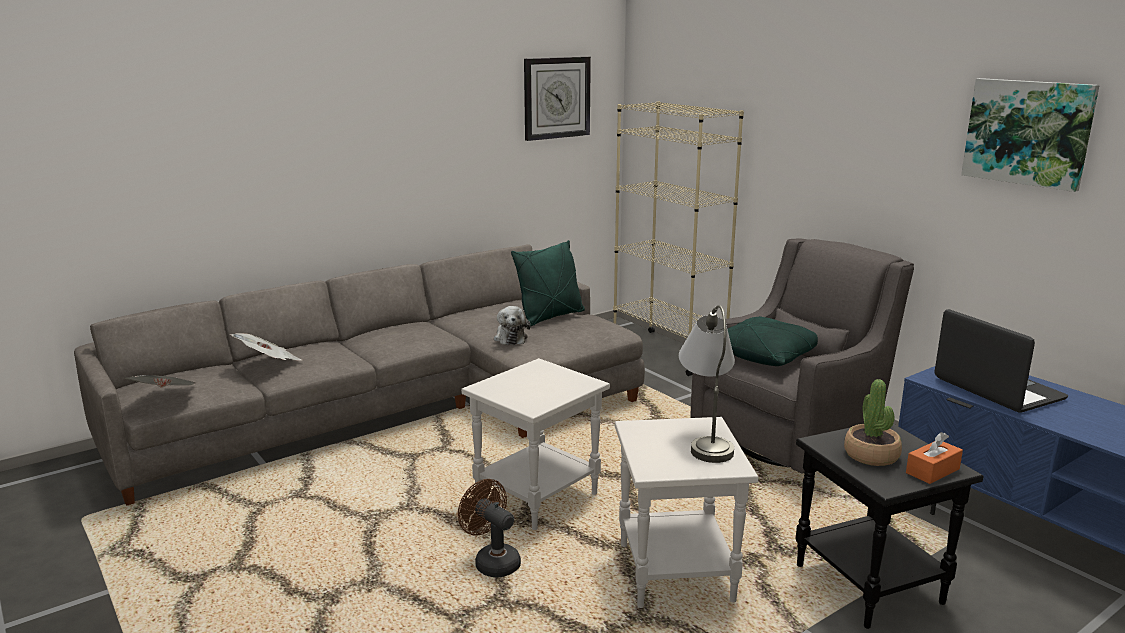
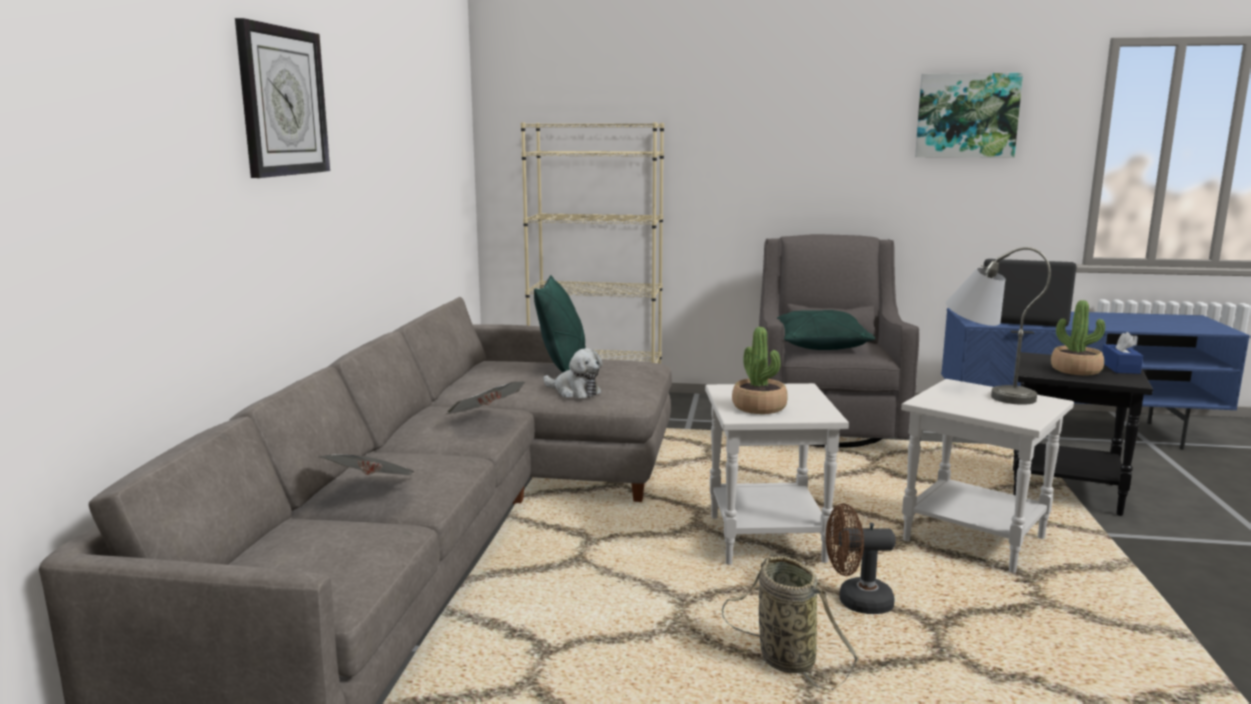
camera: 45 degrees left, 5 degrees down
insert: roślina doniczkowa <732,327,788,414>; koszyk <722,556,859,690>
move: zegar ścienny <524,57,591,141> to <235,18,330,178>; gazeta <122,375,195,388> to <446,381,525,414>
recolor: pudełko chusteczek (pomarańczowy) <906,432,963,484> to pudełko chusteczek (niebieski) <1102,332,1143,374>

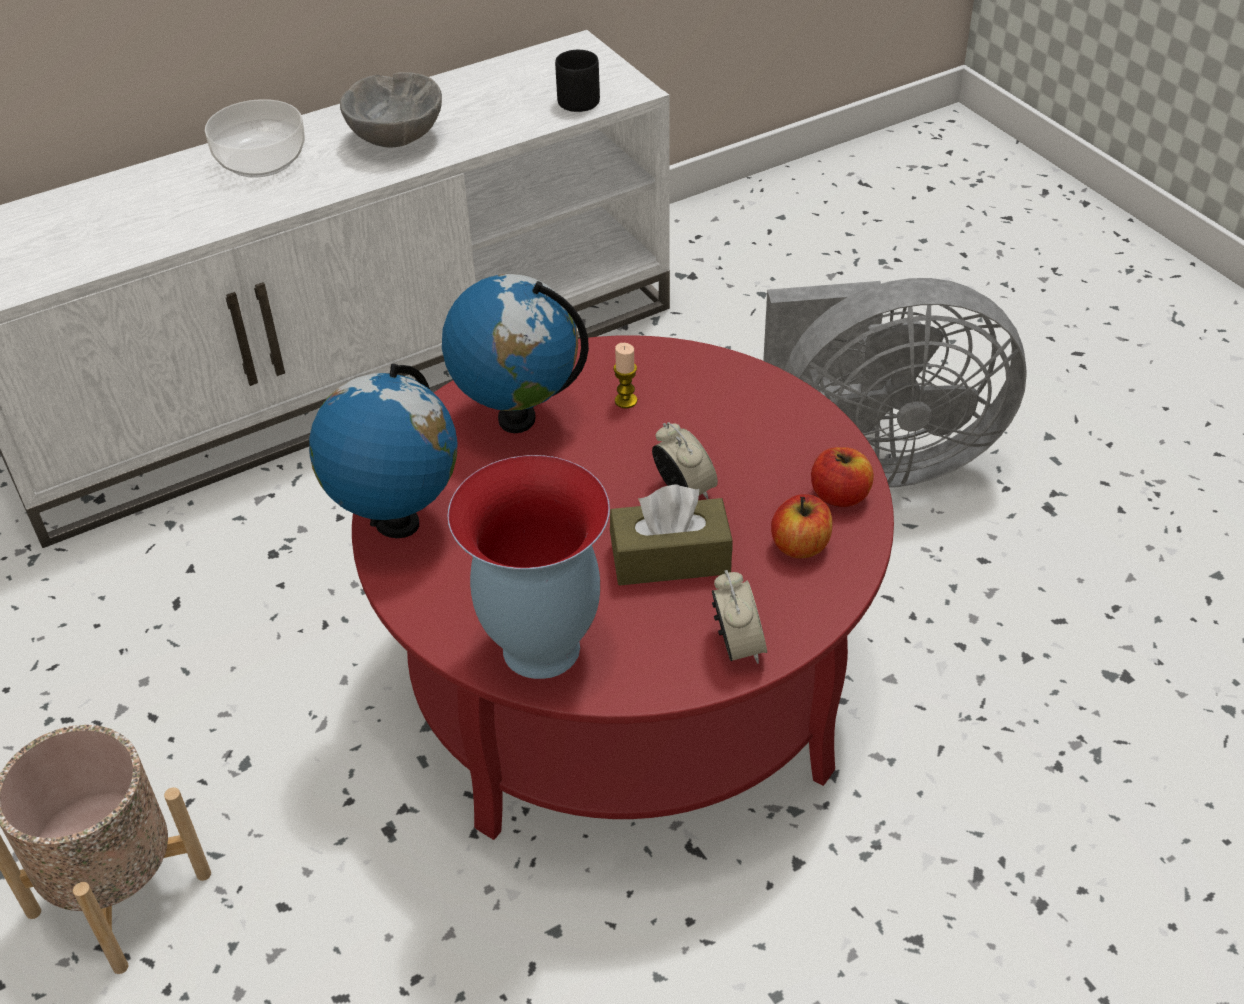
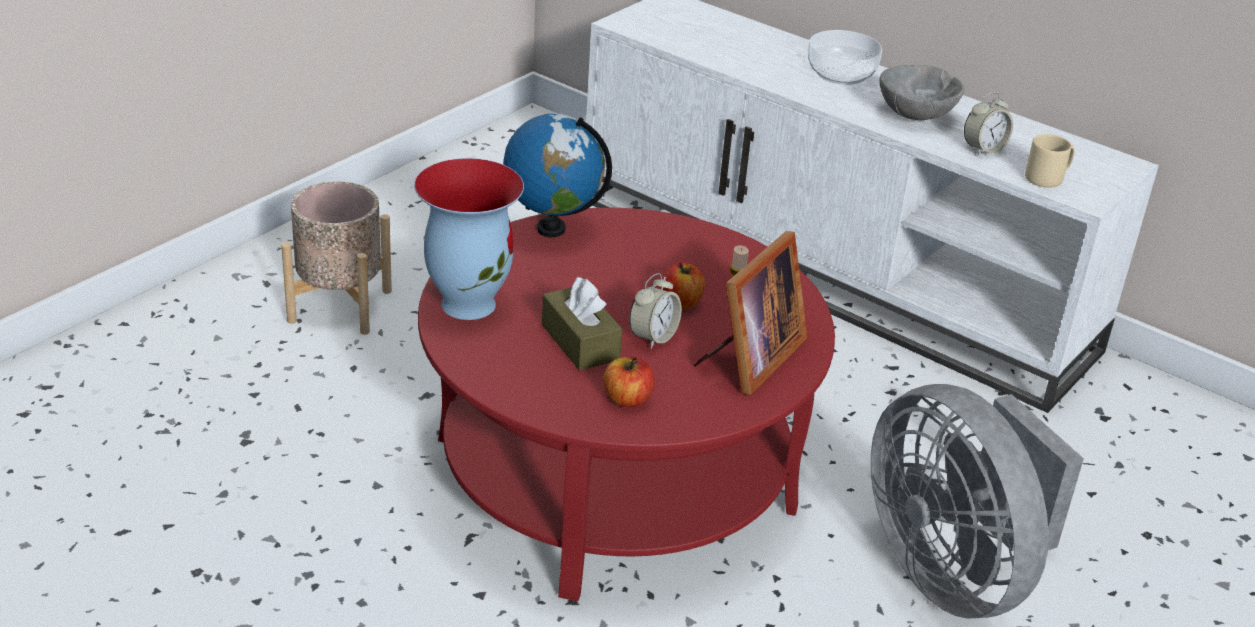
camera: 65 degrees right, 10 degrees down
delete: globus <442,274,589,433>
insert: ramka na zdjęcie <693,231,807,395>
move: jabłko <811,447,874,507> to <661,262,705,309>; budzik <712,570,767,664> to <964,92,1013,156>
recolor: kubek (czarny) <555,50,600,112> to kubek (beżowy) <1025,134,1075,188>

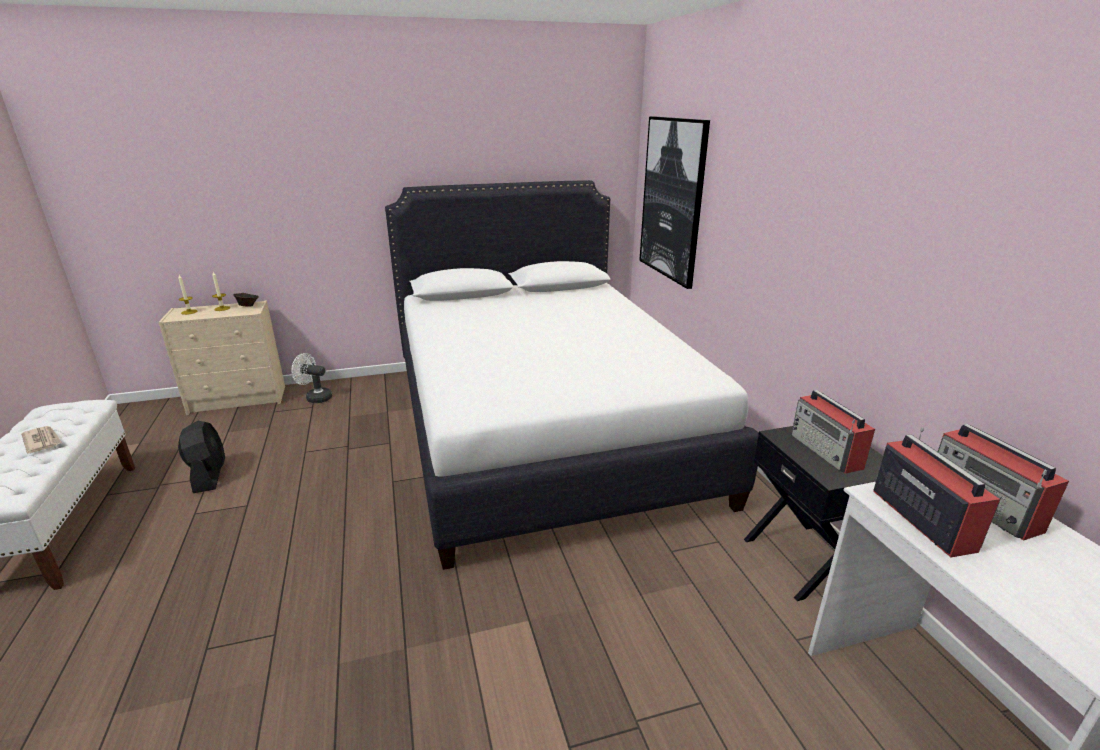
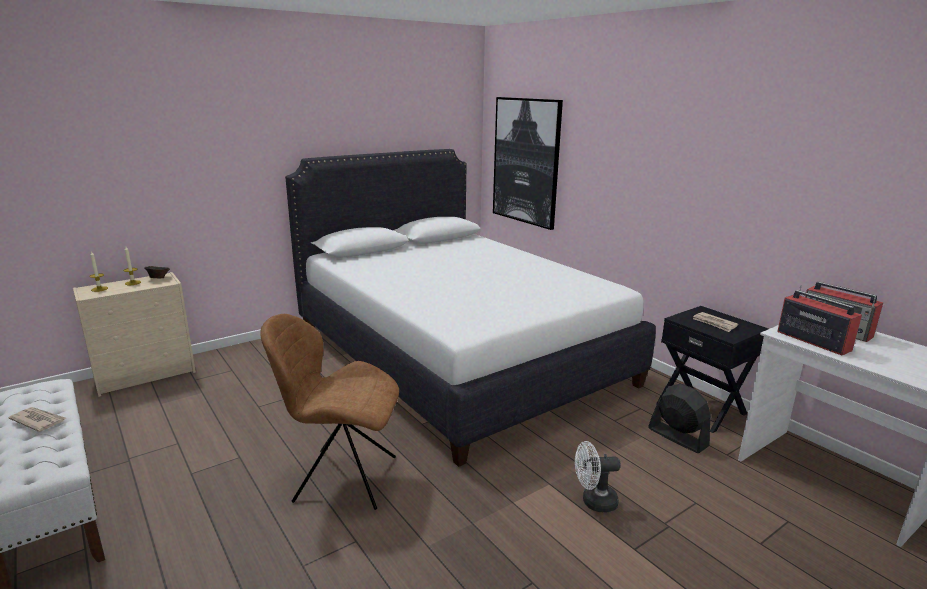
camera: 20 degrees left, 5 degrees down
insert: krzesło (brązowy) <260,314,399,510>
move: wentylator (biały) <291,353,332,403> to <575,441,621,513>; wentylator (czarny) <178,421,225,493> to <648,384,711,453>
replace: radio <791,390,875,474> to gazeta <693,312,738,332>

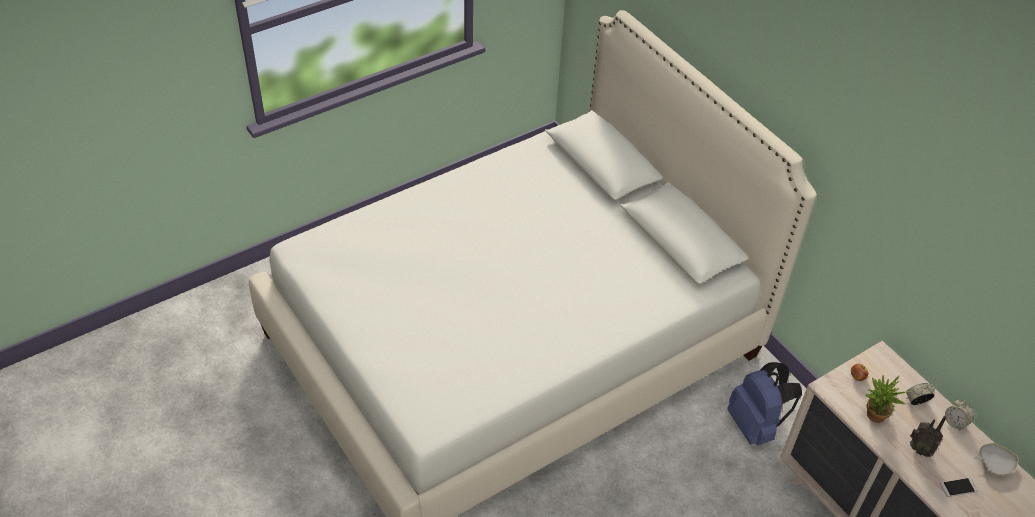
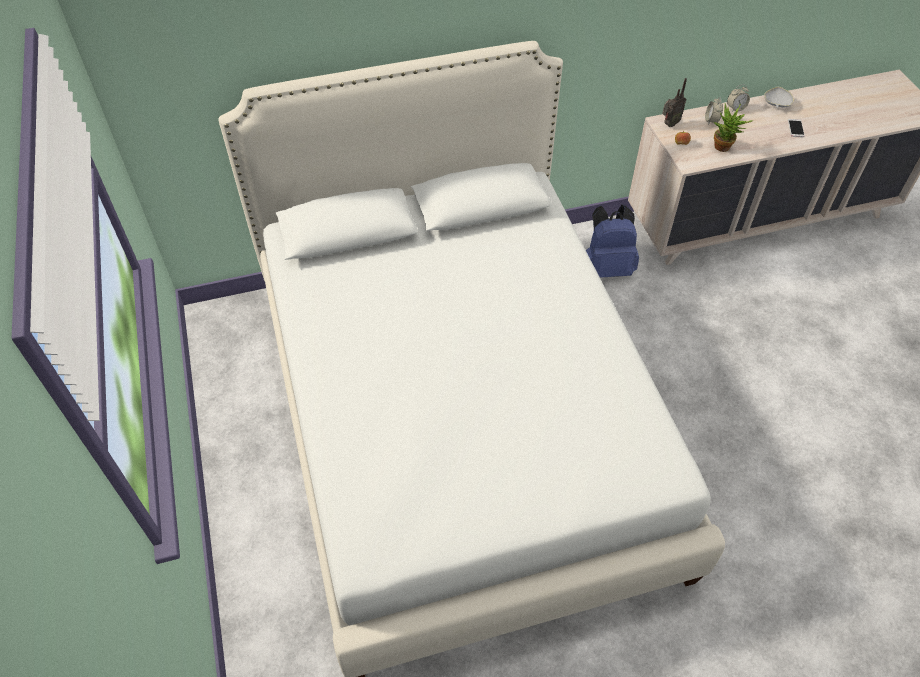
camera: 70 degrees left, 5 degrees up
move: radio <910,416,947,457> to <662,78,687,127>

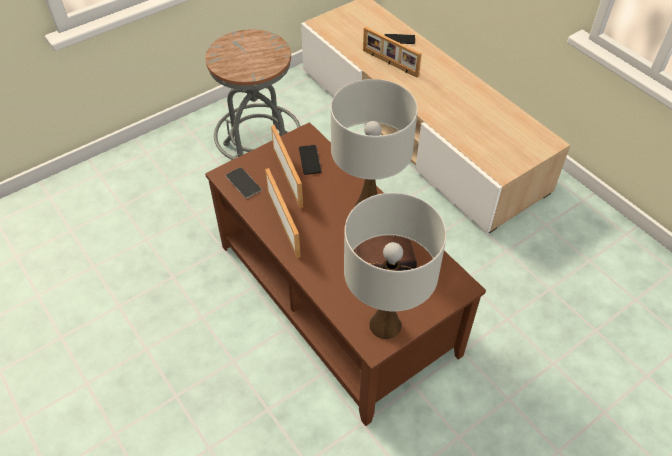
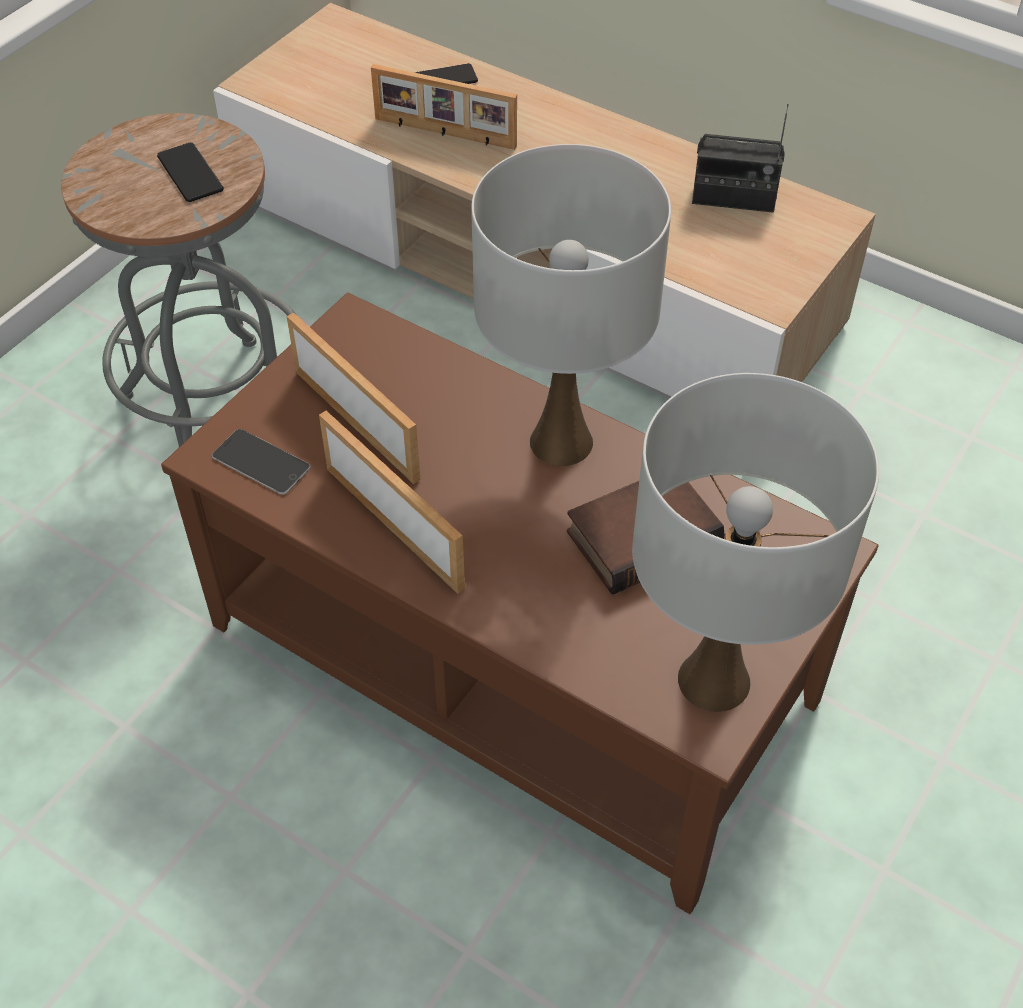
camera: 20 degrees left, 0 degrees up
insert: radio <692,104,789,213>
move: telefon <299,145,322,175> to <157,142,224,202>

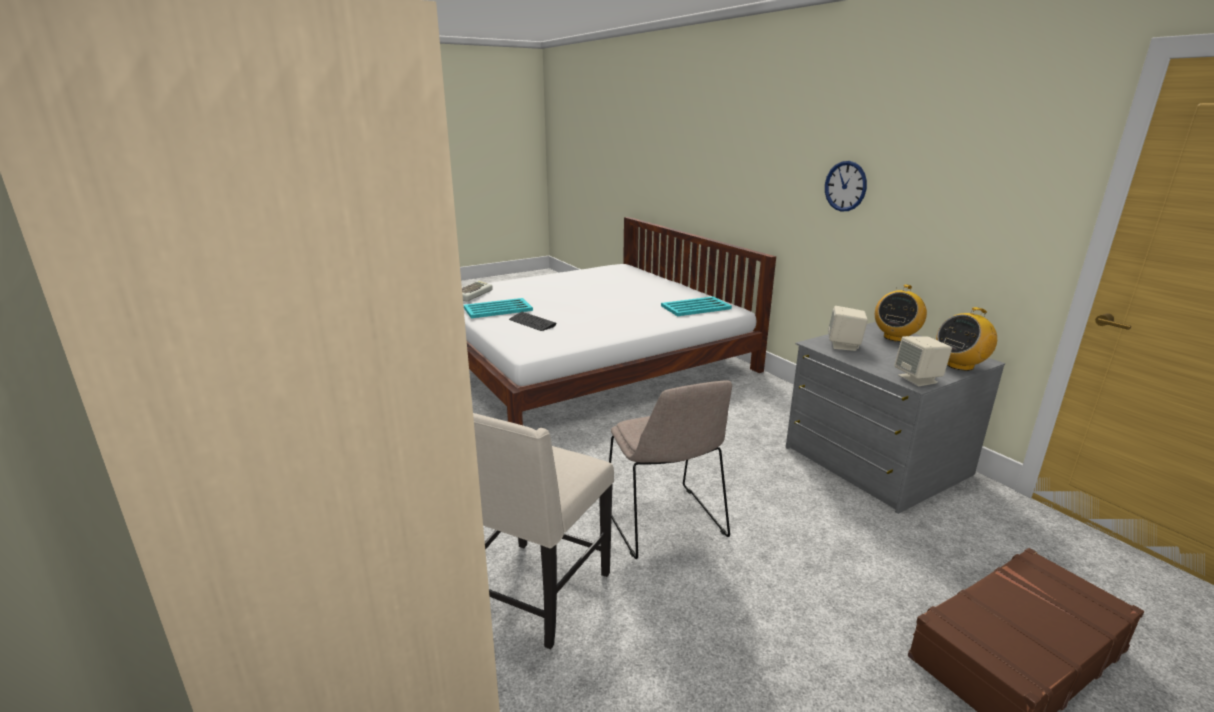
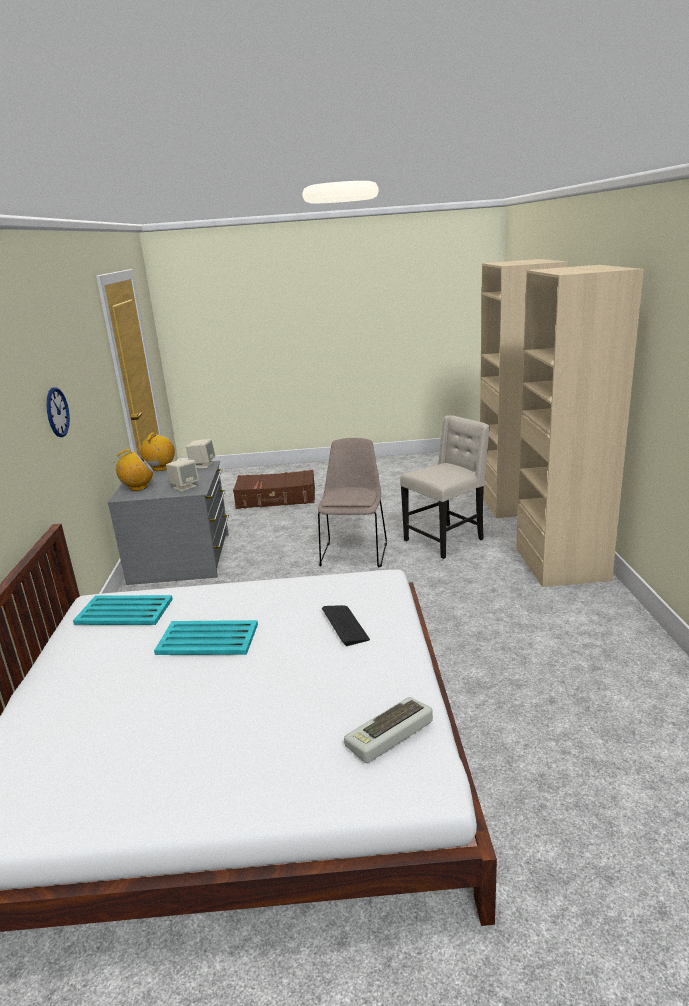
camera: 150 degrees left, 0 degrees up
move: taca (turkusowy) <464,298,533,318> to <154,620,258,655>
rotate: radio <936,307,997,371> = <140,432,175,471> 75 degrees counterclockwise

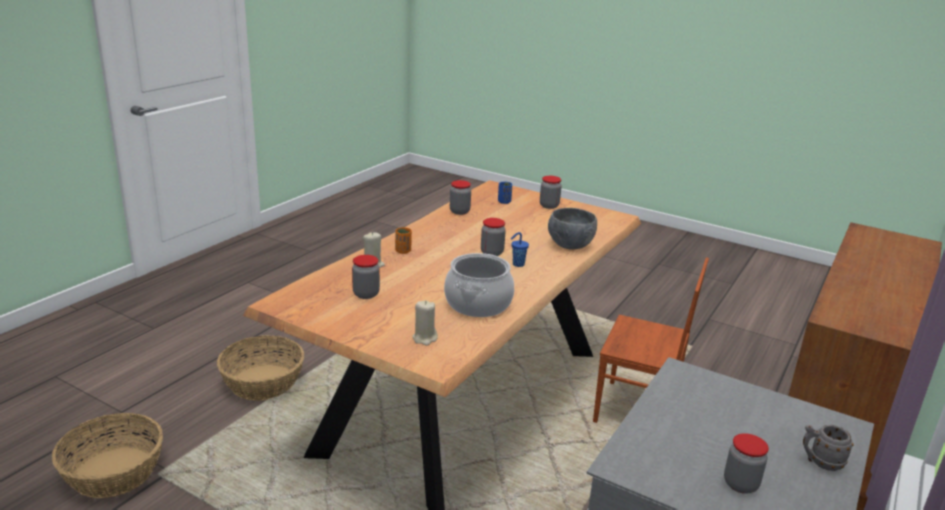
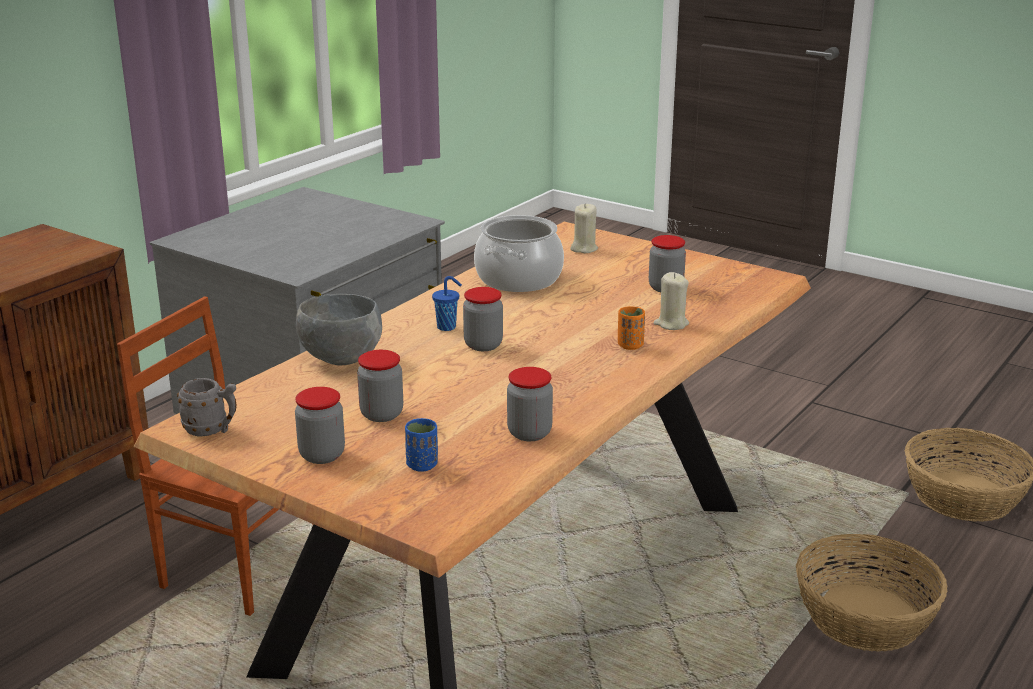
camera: 175 degrees left, 0 degrees up
move: kubek (szary) <803,425,854,471> to <177,378,237,437>; słoik <724,433,769,494> to <357,350,403,422>

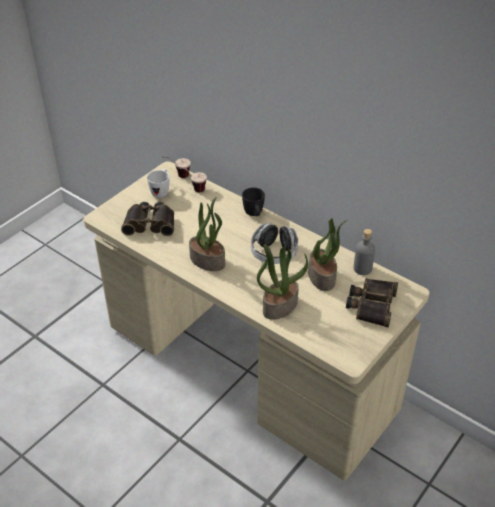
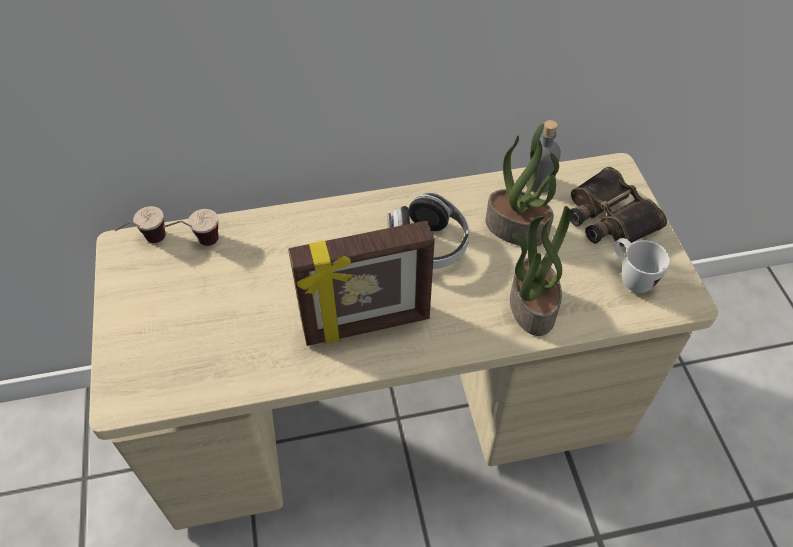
camera: 50 degrees left, 10 degrees up
delete: kubek (czarny) <242,187,265,216>; lornetka <121,202,174,236>
move: kubek (biały) <147,169,169,198> to <614,238,670,293>
replace: roślina doniczkowa <189,197,225,271> to ramka na zdjęcie <288,220,435,346>

